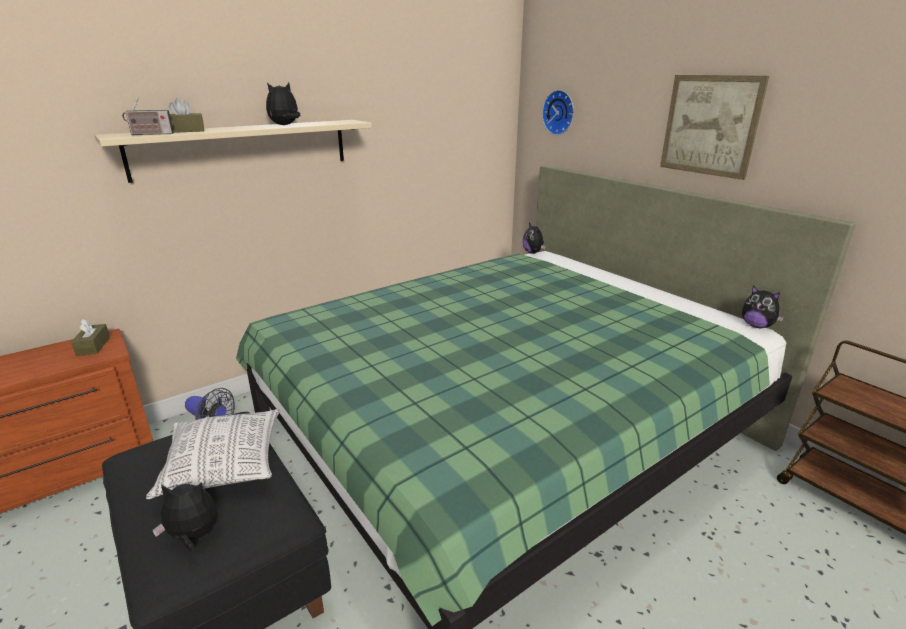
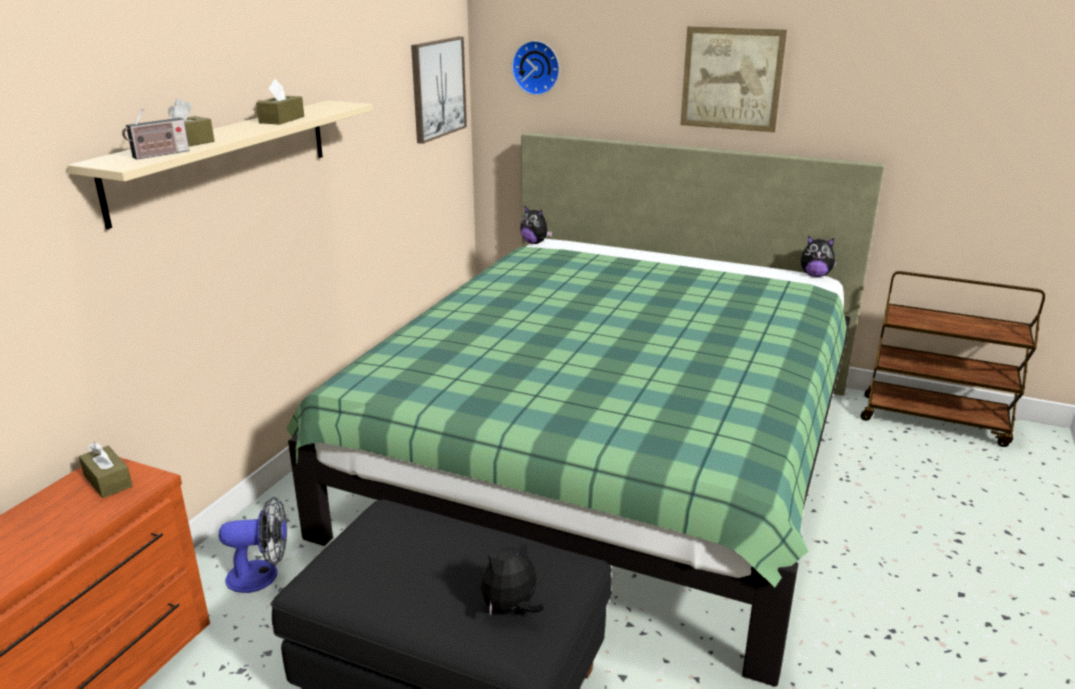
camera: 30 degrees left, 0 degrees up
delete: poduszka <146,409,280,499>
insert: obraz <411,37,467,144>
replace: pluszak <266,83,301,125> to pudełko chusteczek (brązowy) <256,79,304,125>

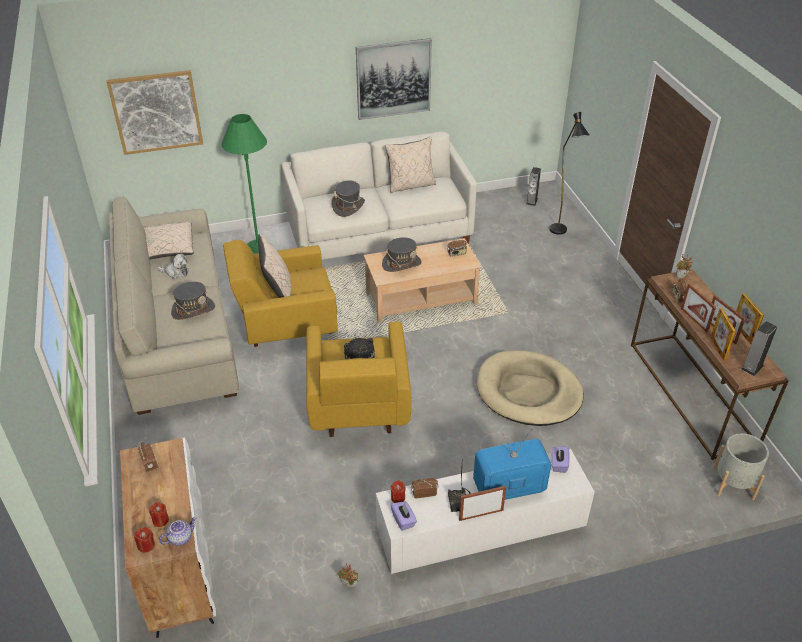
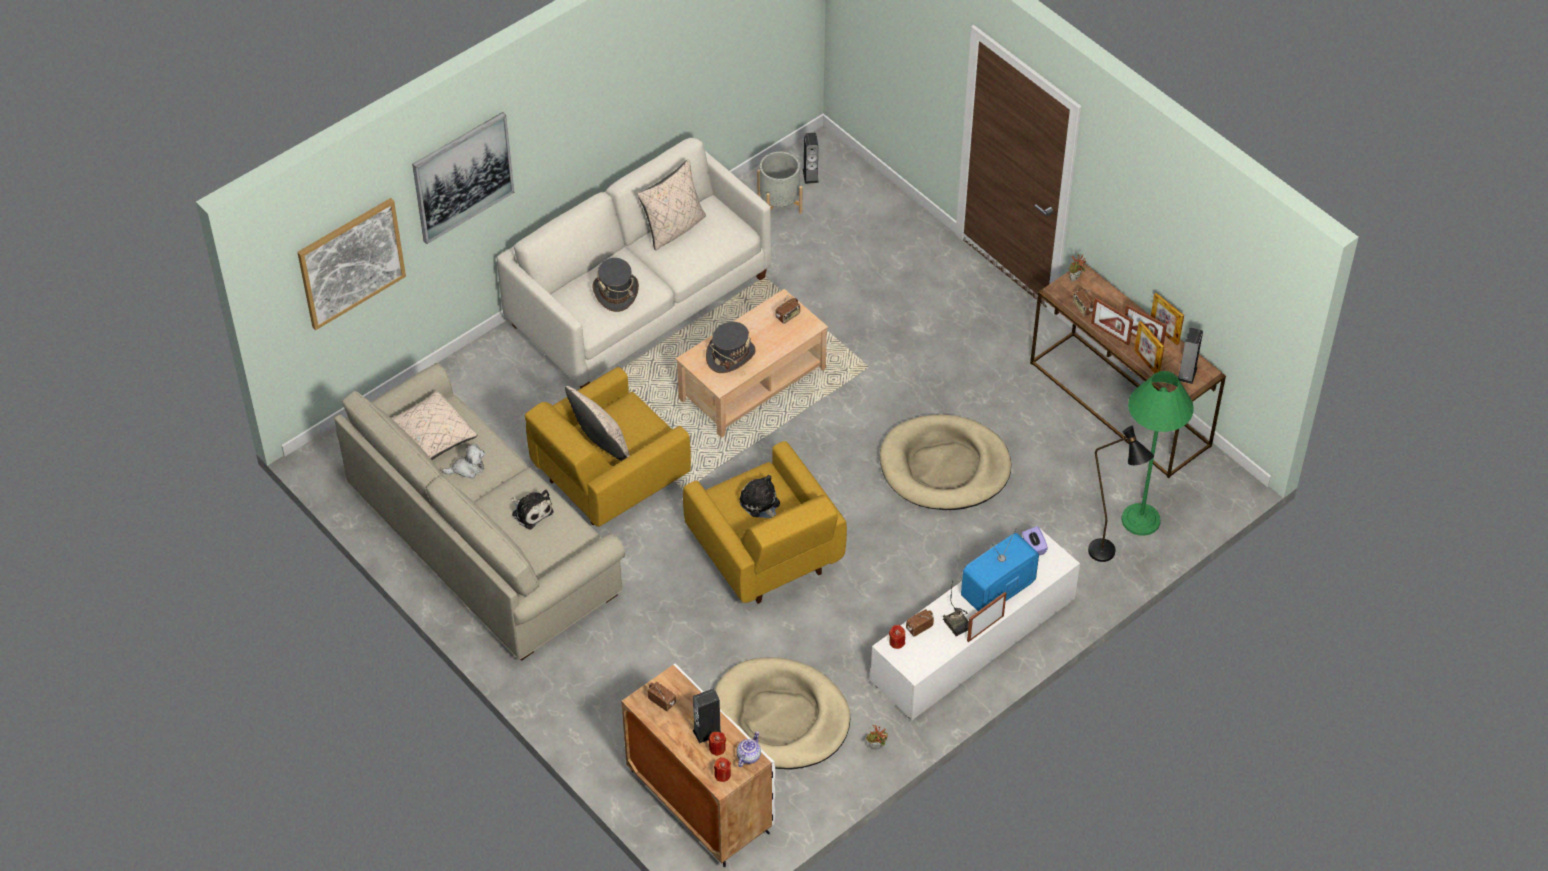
camera: 25 degrees left, 10 degrees up
delete: pudełko chusteczek (fioletowy) <391,501,417,531>
insert: legowisko (beżowy) <715,657,850,769>; głośnik <692,688,721,744>
move: obraz <356,38,432,120> to <412,112,514,244>; lampa stojąca (czarny) <549,112,590,235> to <1088,425,1154,562>; lampa stojąca (zielony) <222,114,270,254> to <1121,371,1194,536>; donica (szary) <713,433,769,500> to <757,152,803,214>
replace: kapelusz (szary) <171,282,215,320> to pluszak <511,490,553,530>

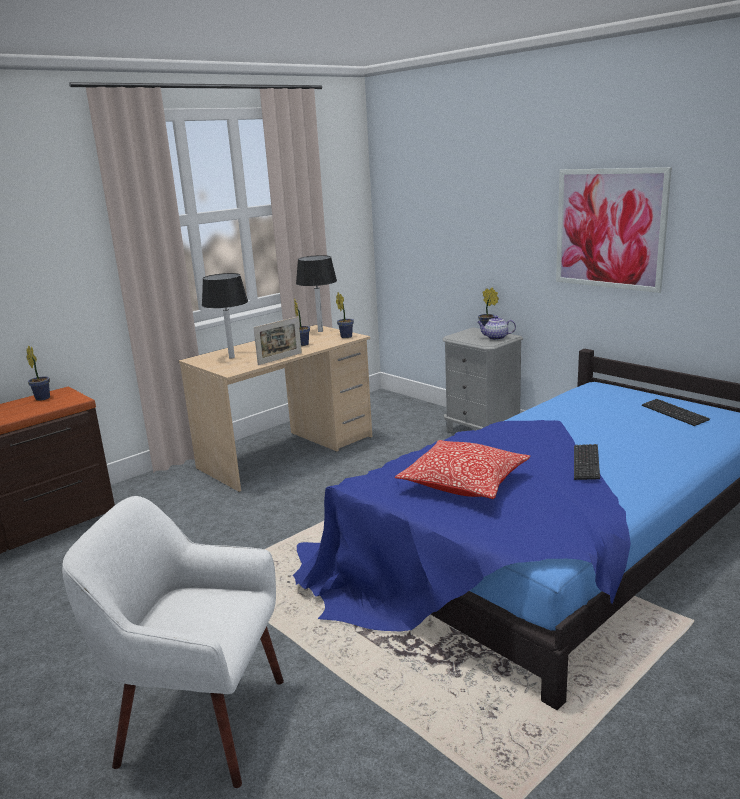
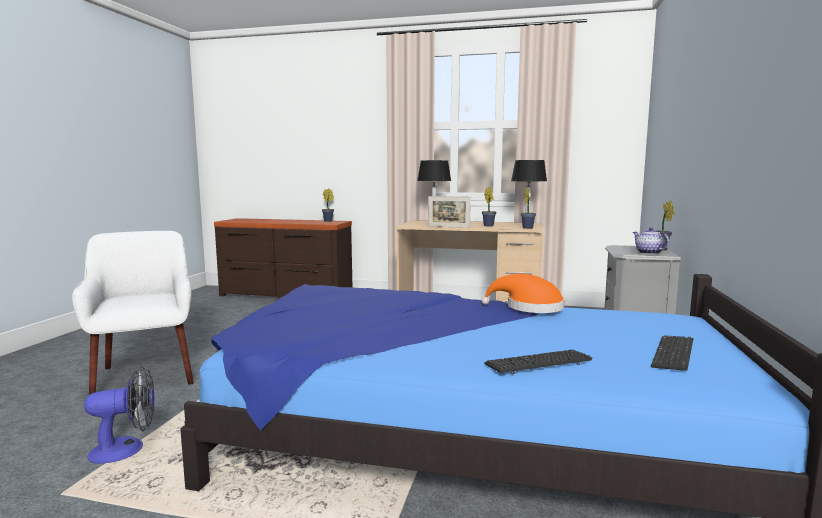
camera: 55 degrees right, 10 degrees down
delete: obraz <556,167,672,293>; poduszka <395,440,530,499>
insert: kapelusz (pomarańczowy) <481,274,564,313>; wentylator <84,366,155,464>
move: klawiatura <574,444,600,480> to <485,349,593,374>

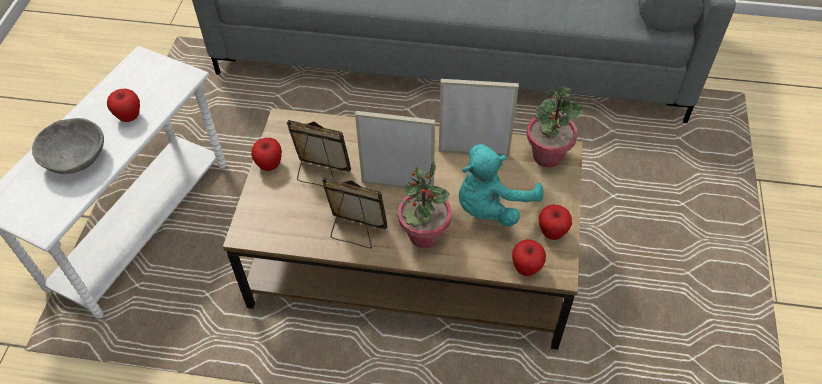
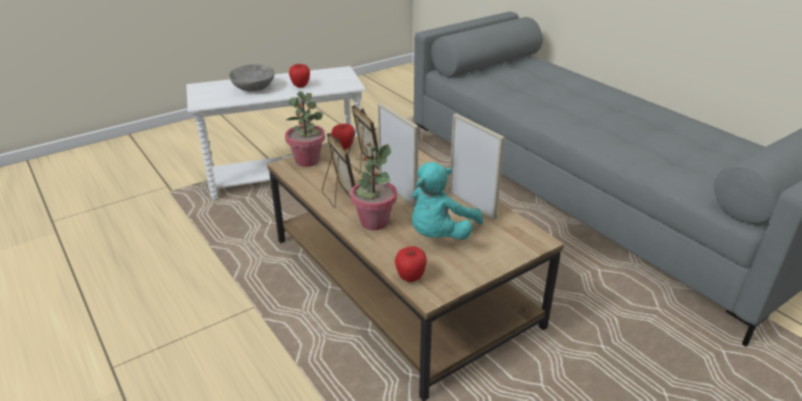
camera: 45 degrees right, 20 degrees down
delete: jabłko <538,205,572,240>
move: roślina doniczkowa <527,85,584,168> to <285,91,325,167>
rotate: pluszak (turkusowy) <459,144,544,227> = <412,162,483,240> 60 degrees counterclockwise

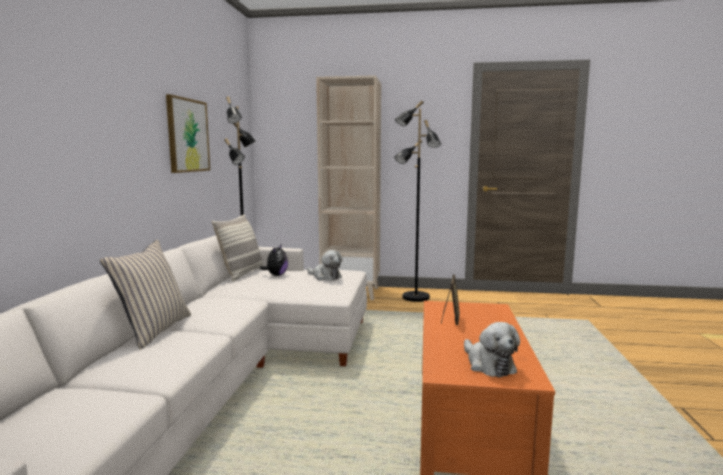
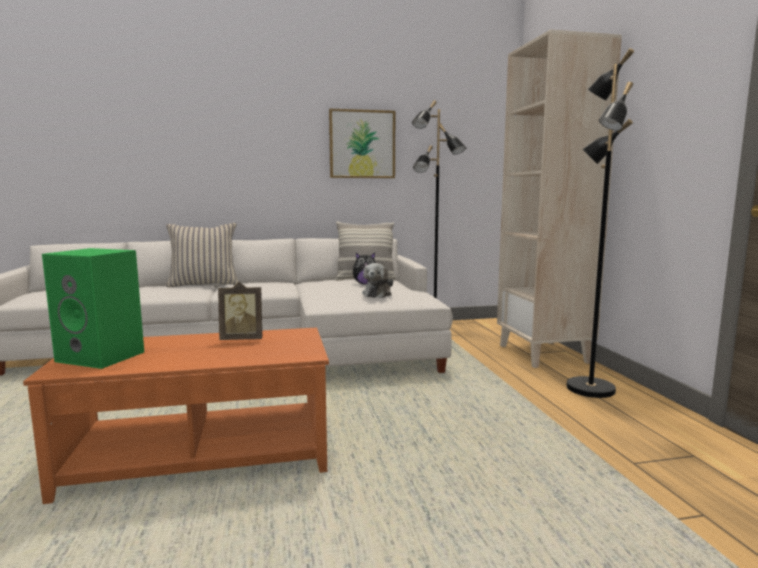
camera: 70 degrees right, 0 degrees up
replace: pluszak <464,322,520,378> to głośnik (zielony) <42,248,144,369>

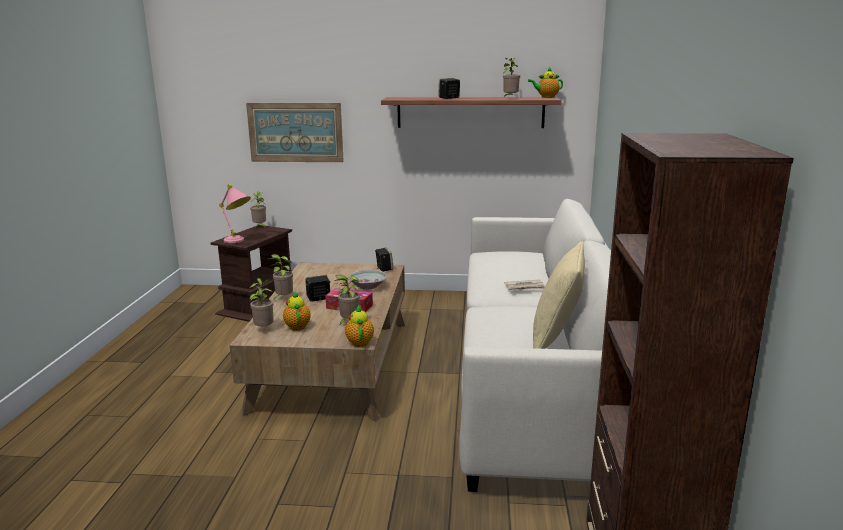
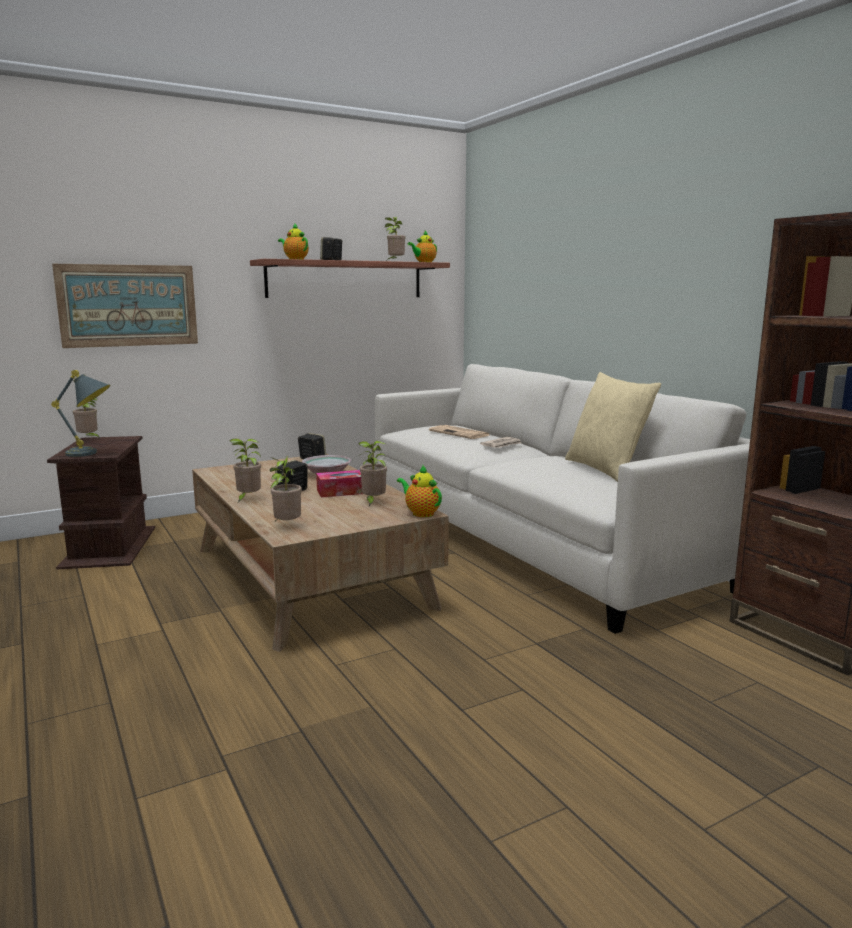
camera: 35 degrees left, 5 degrees down
insert: gazeta <429,425,489,439>
move: imbryk <283,291,311,331> to <278,224,309,259>
recolor: lampa stołowa (różowy) <219,184,251,243> to lampa stołowa (szary) <51,370,110,457>

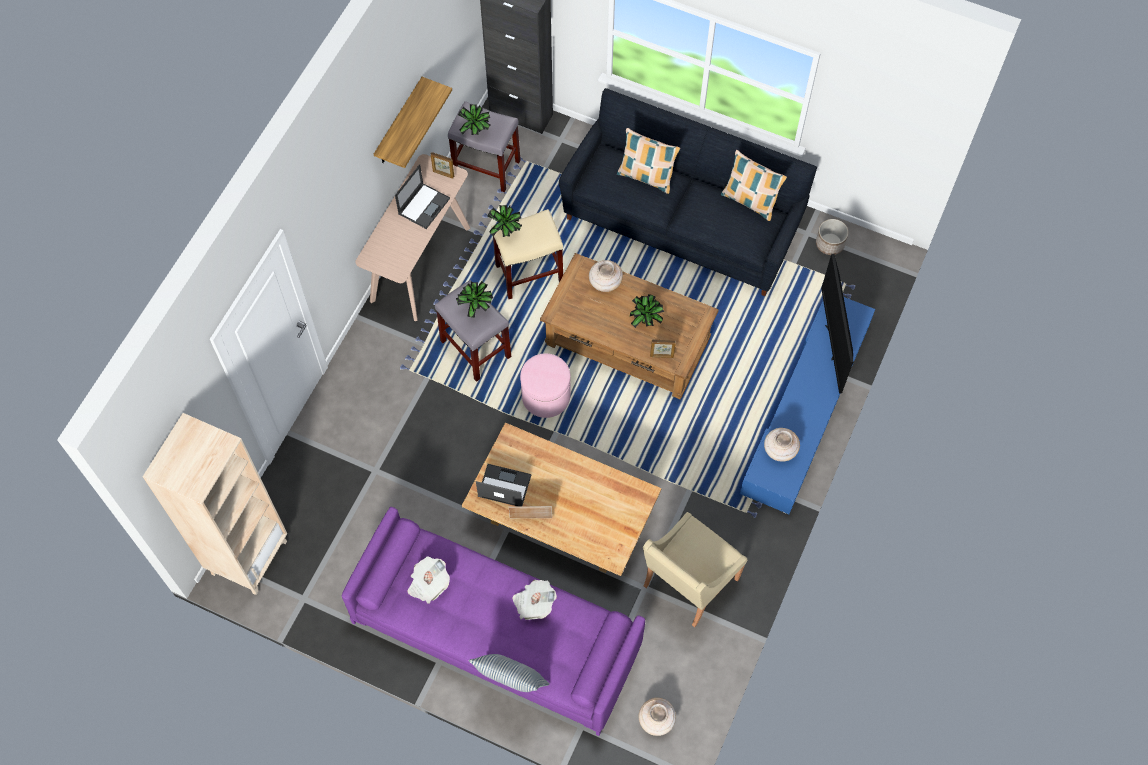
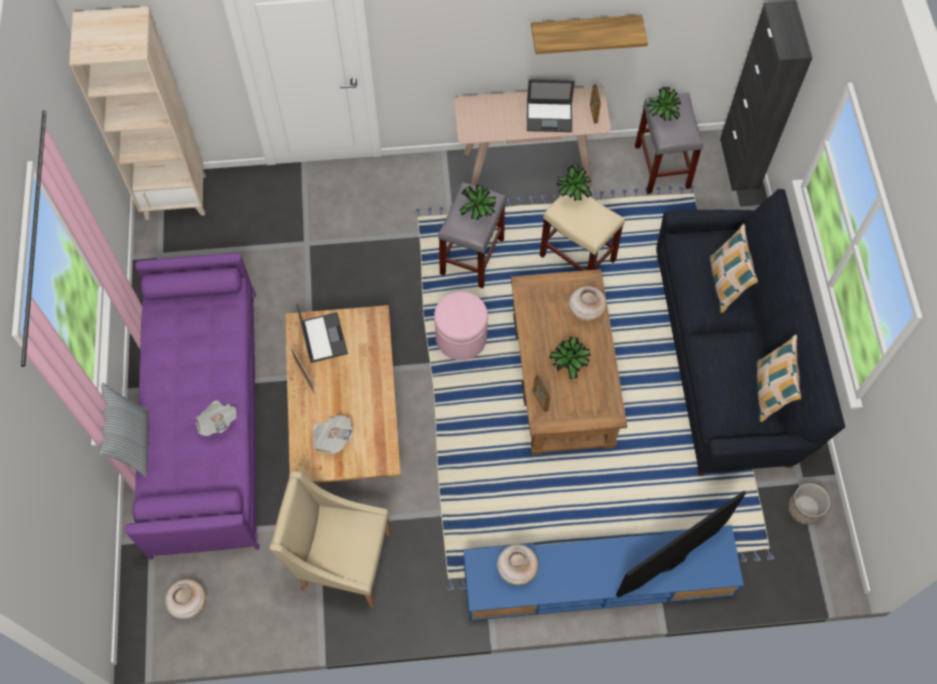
camera: 60 degrees right, 0 degrees up
move: gazeta <407,556,450,604> to <312,415,353,454>

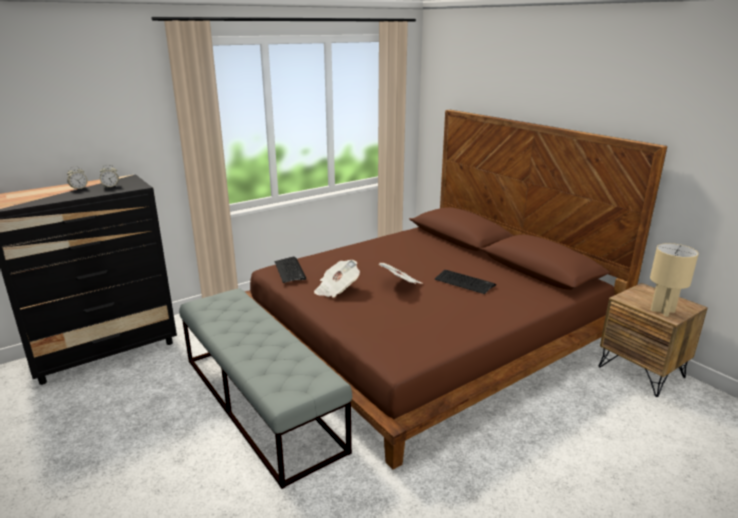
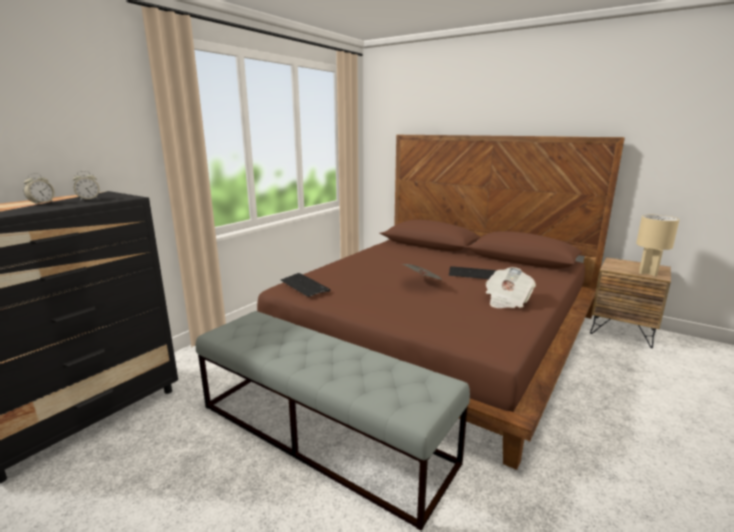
camera: 20 degrees left, 5 degrees down
move: gazeta <314,260,360,298> to <485,267,536,308>

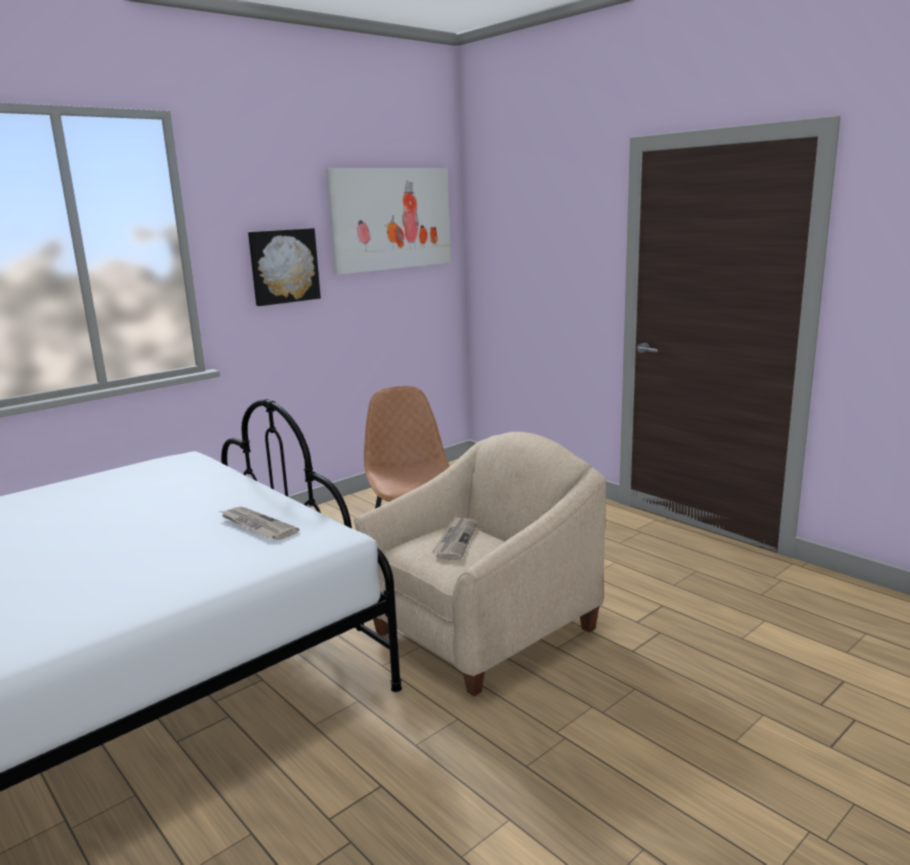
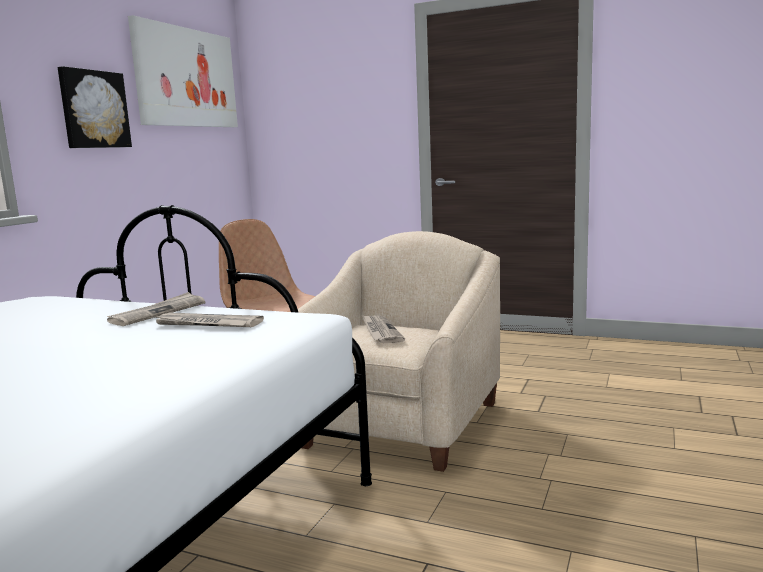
camera: 25 degrees left, 5 degrees down
insert: gazeta <107,292,205,326>

